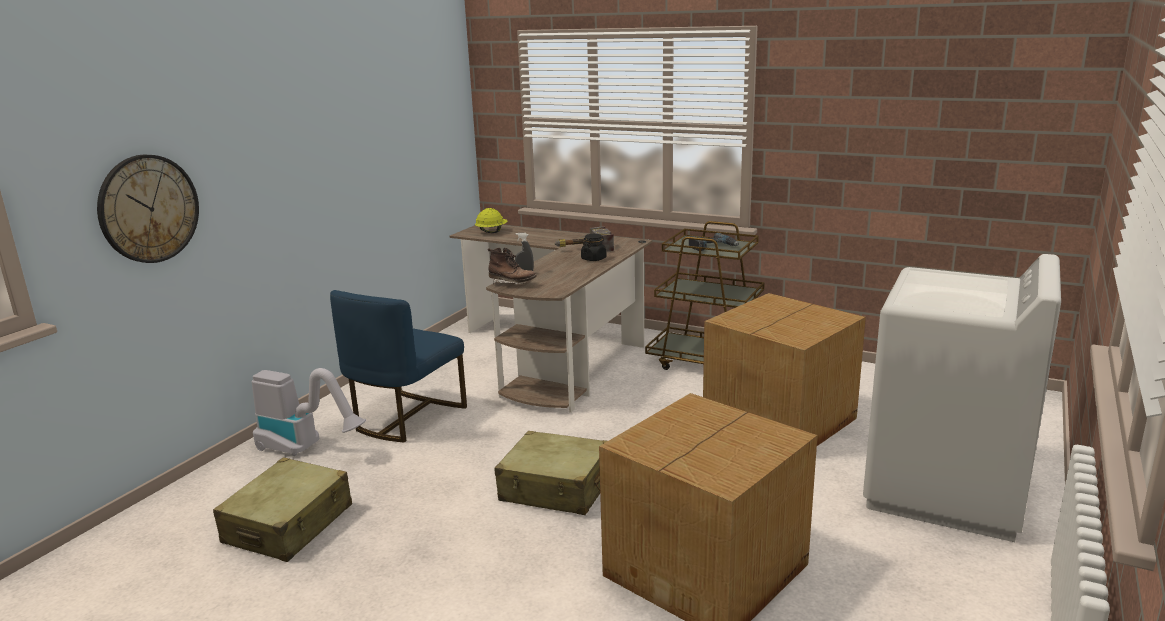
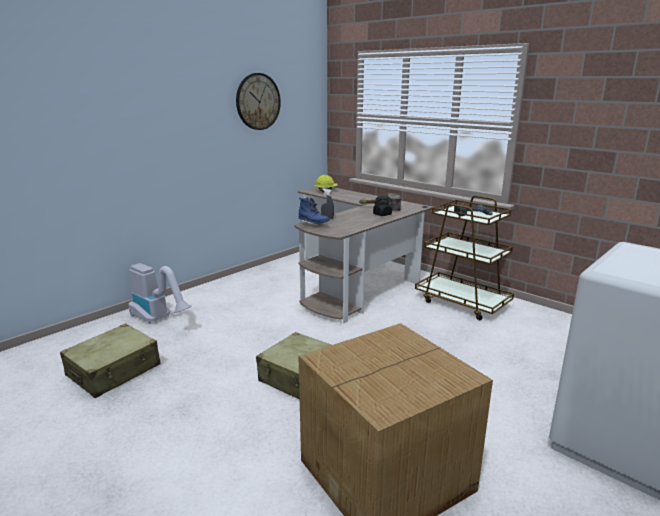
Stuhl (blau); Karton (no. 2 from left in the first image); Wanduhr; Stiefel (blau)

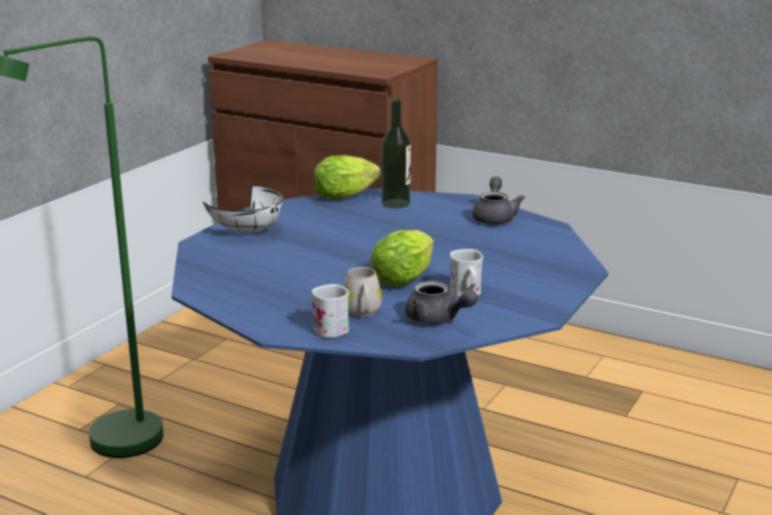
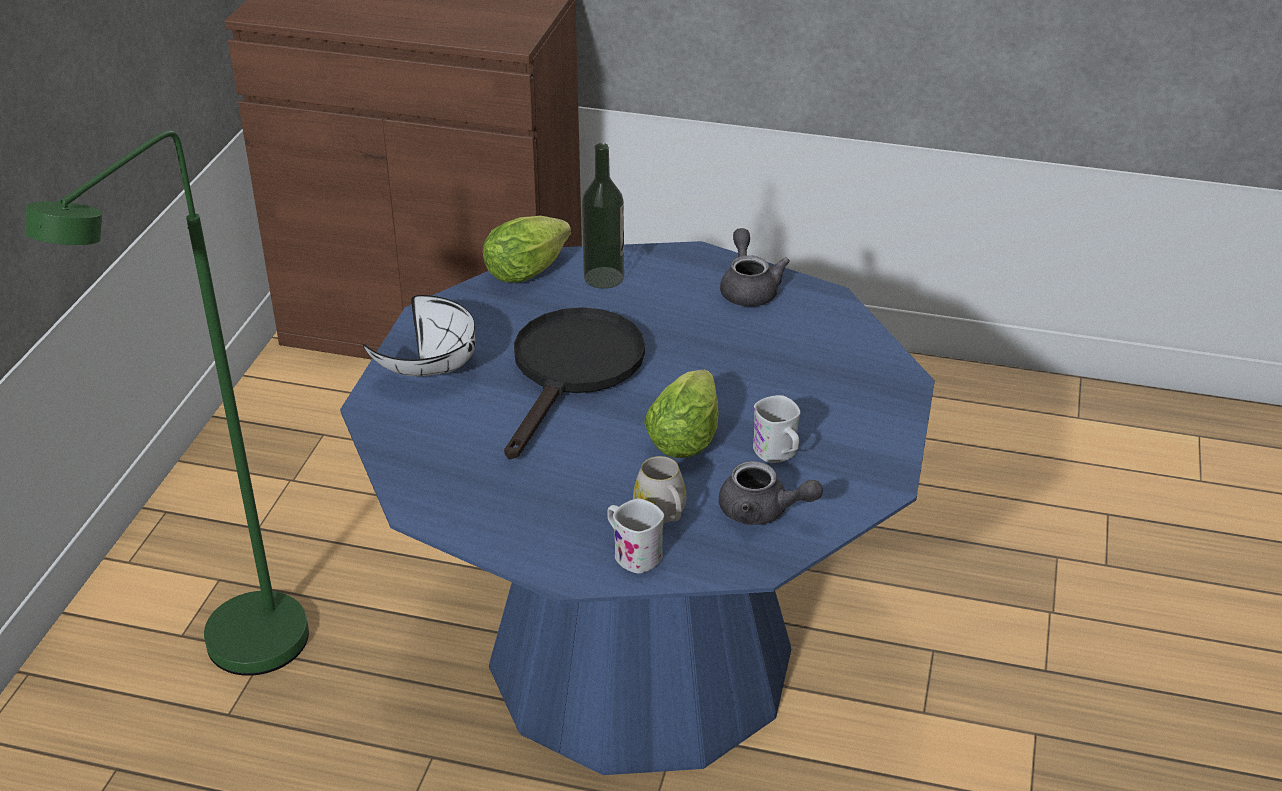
Pfanne (schwarz)

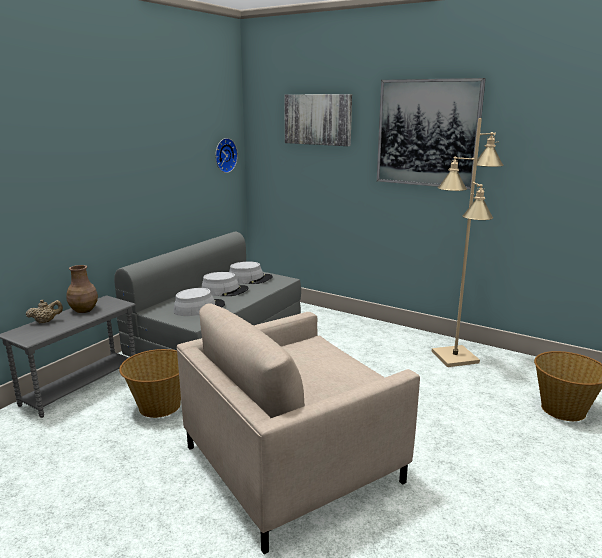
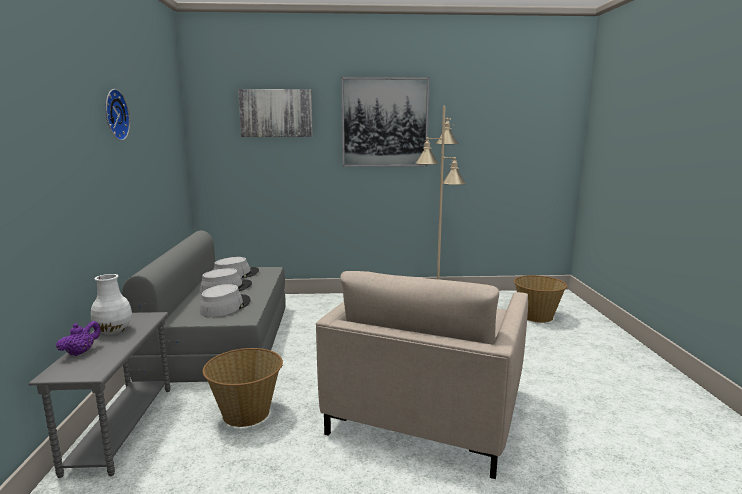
Wanduhr; Teekanne (lila); Vase (weiß)

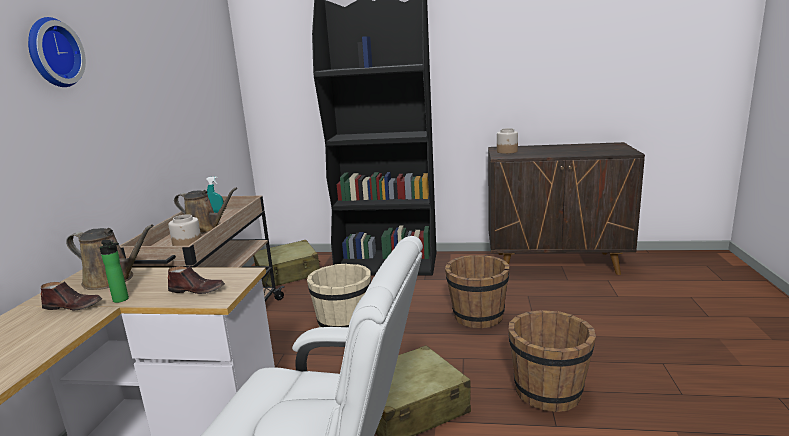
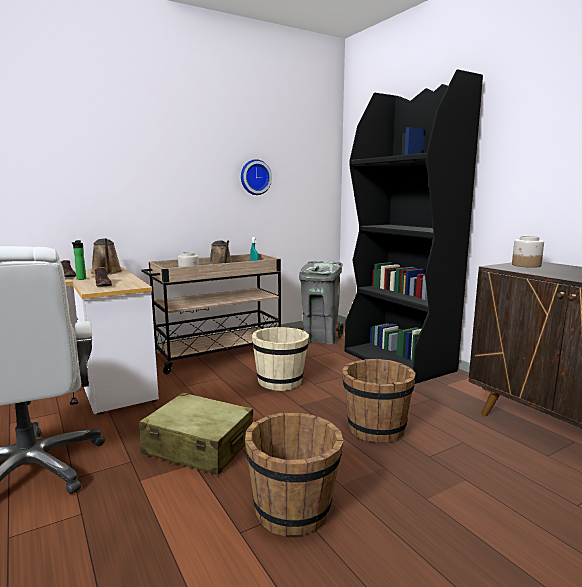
Wanduhr; Mülleimer (grau)

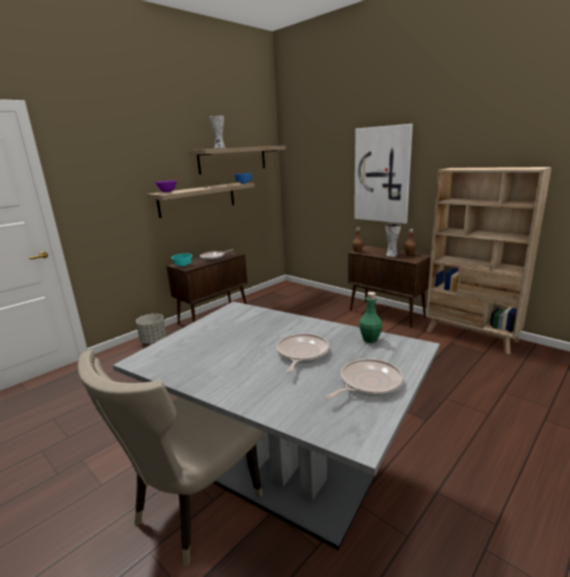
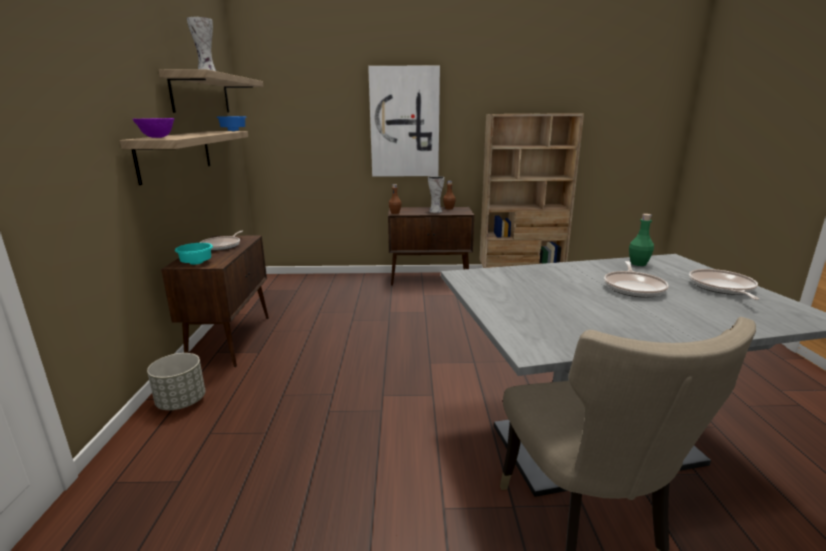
Pfanne (no. 2 from left)

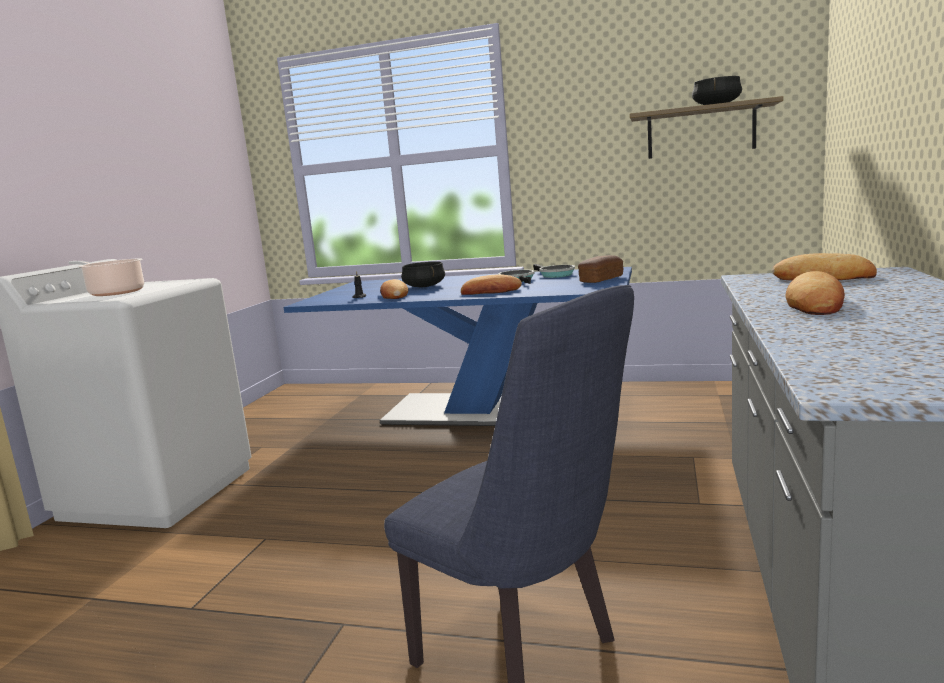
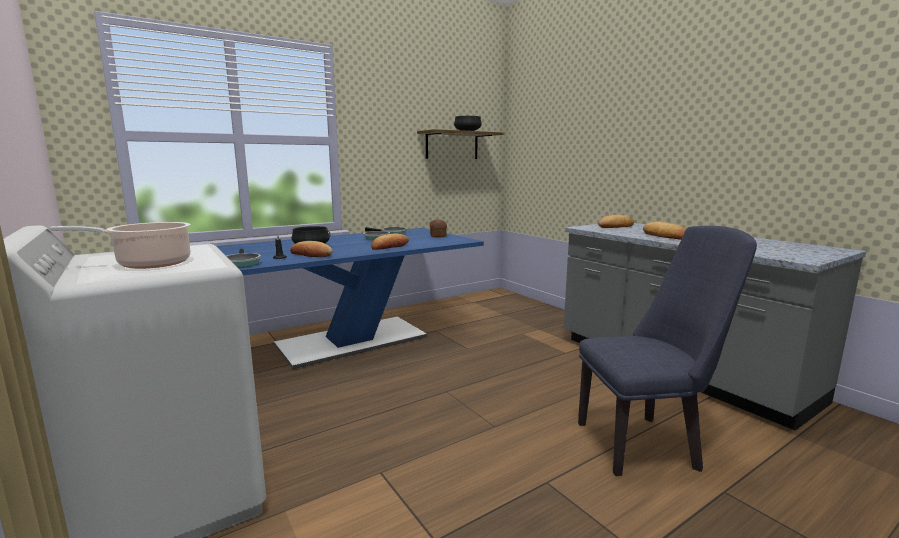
Pfanne (no. 1 from left)

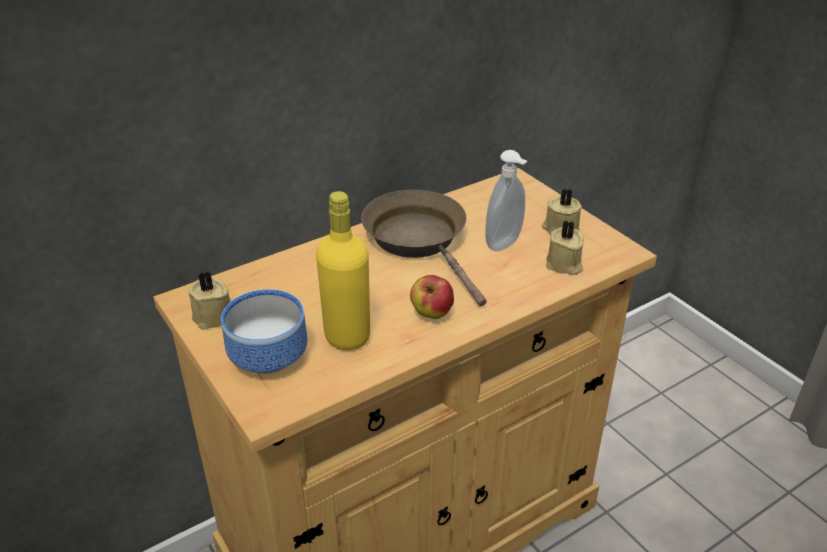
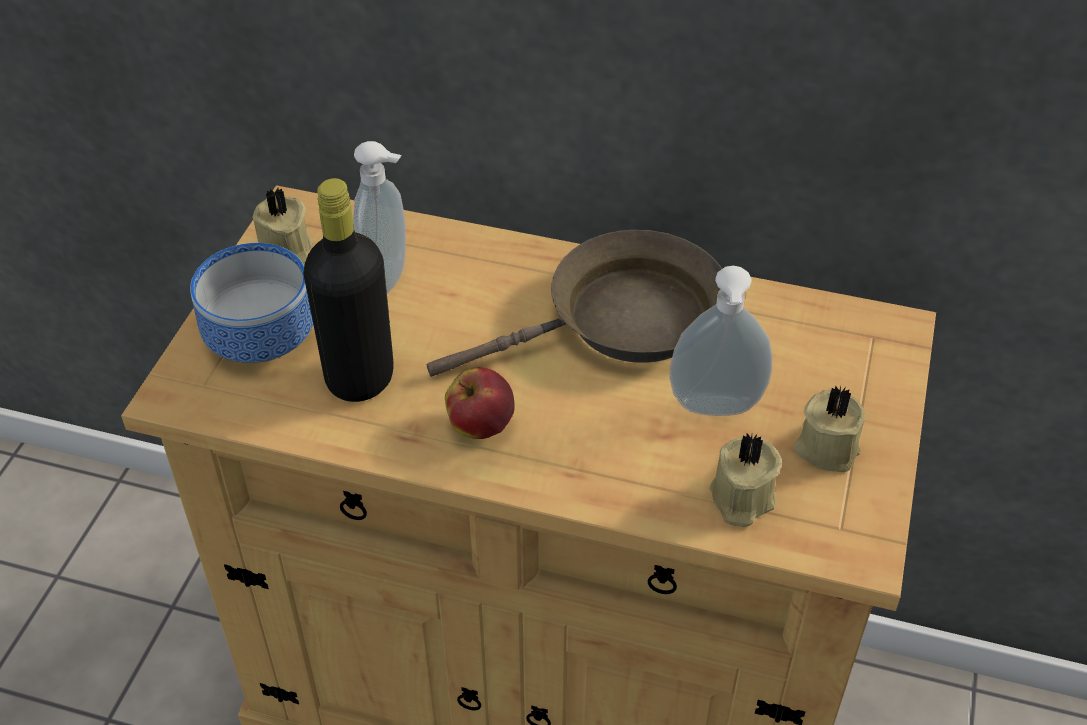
Seifenspender (no. 1 from left); Flasche (schwarz); Pfanne (braun)

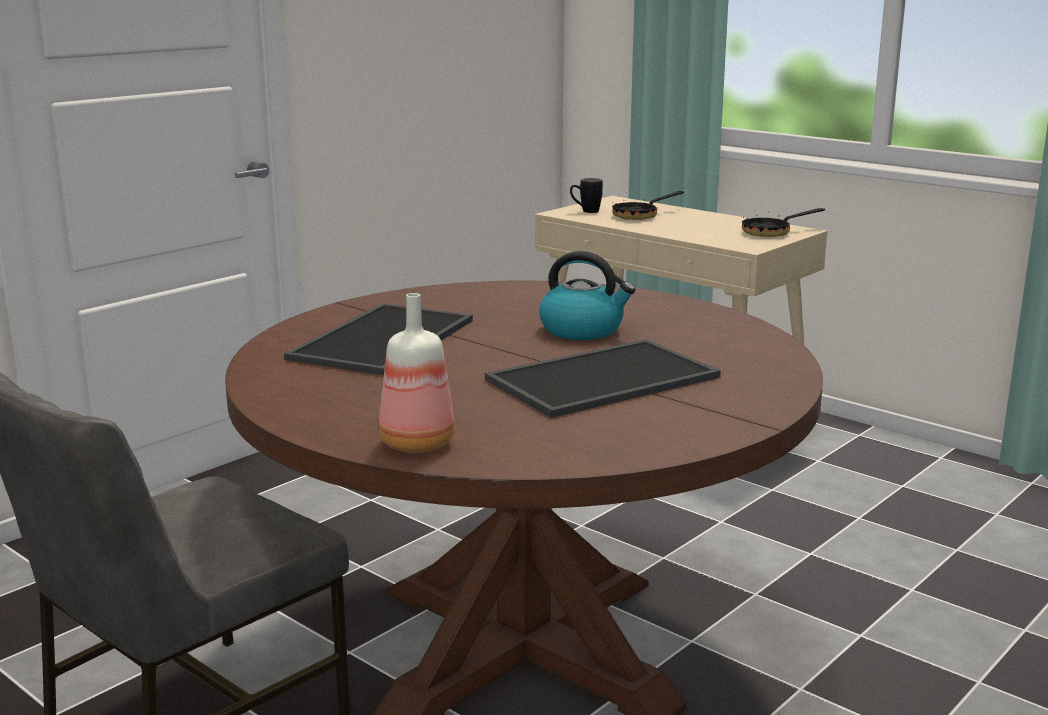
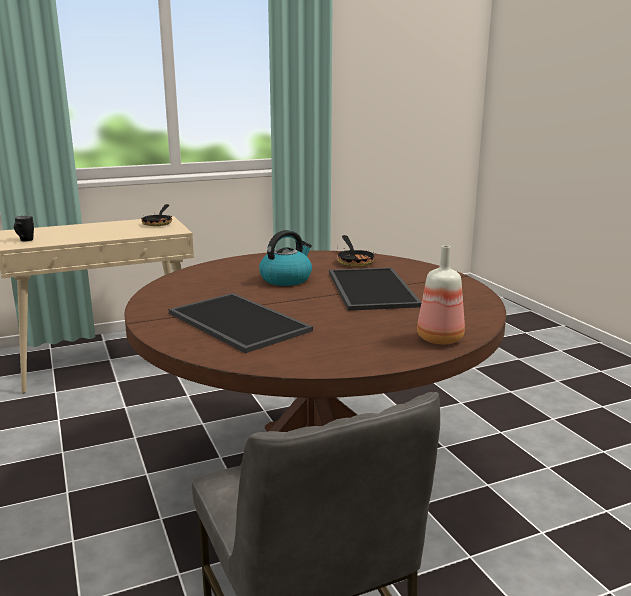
Pfanne (no. 2 from left)

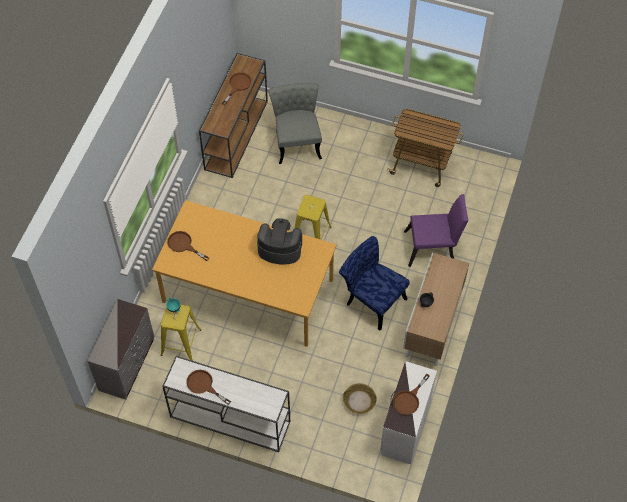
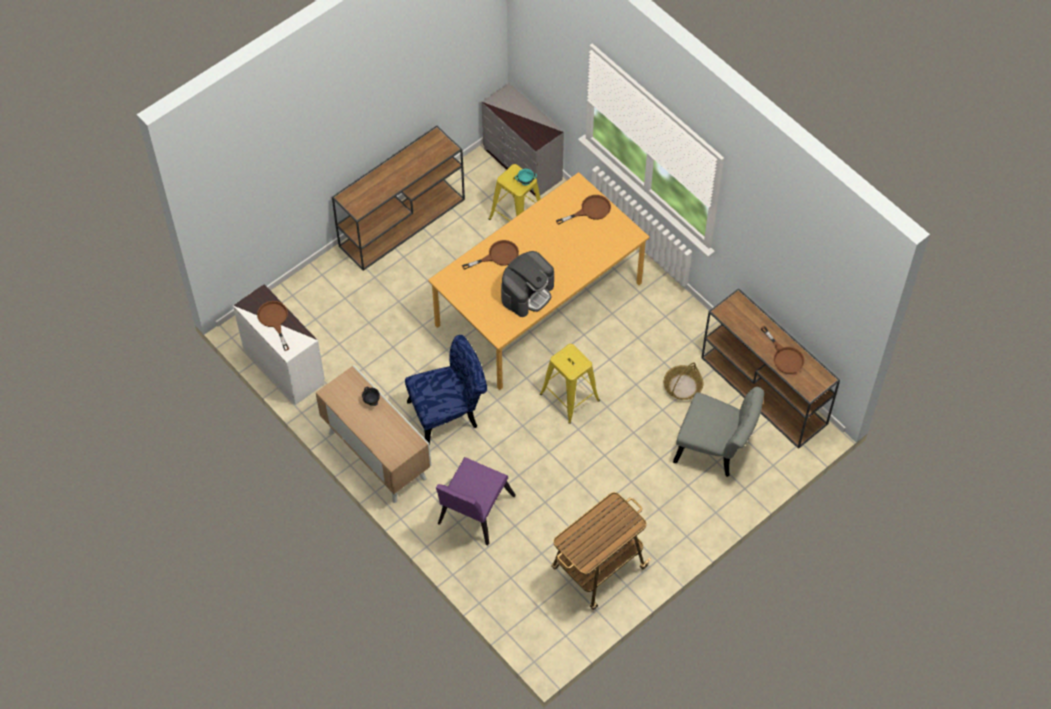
Pfanne (braun) (no. 2 from left); Korb; Konsolentisch (braun) (no. 1 from left)

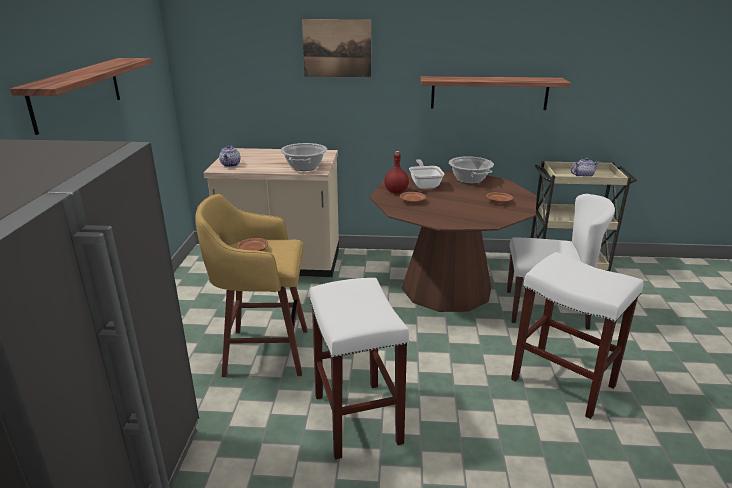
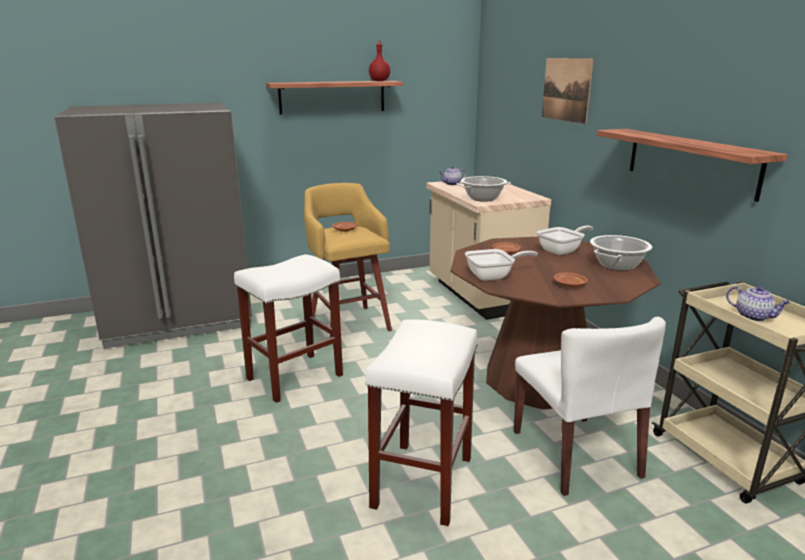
Pfanne (no. 1 from left); Flasche (rot)

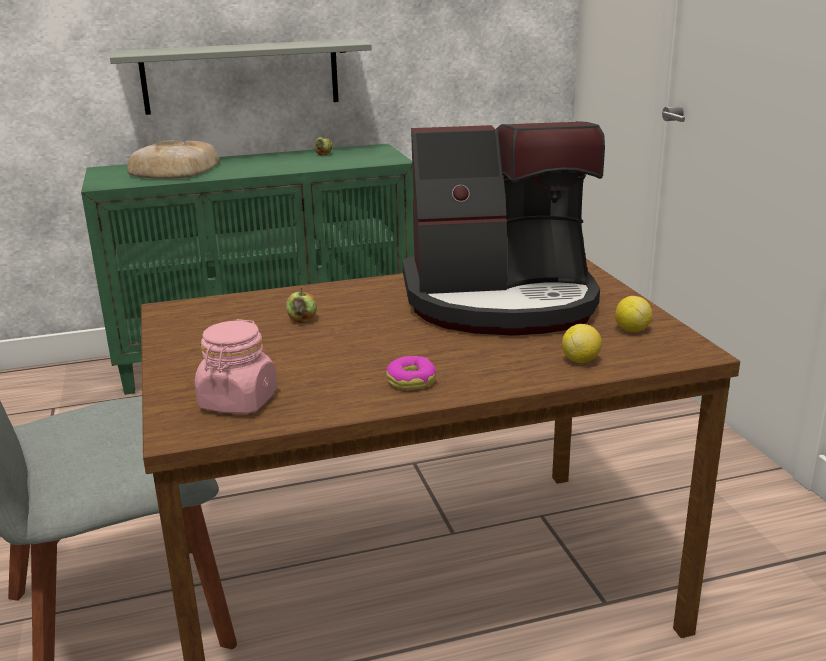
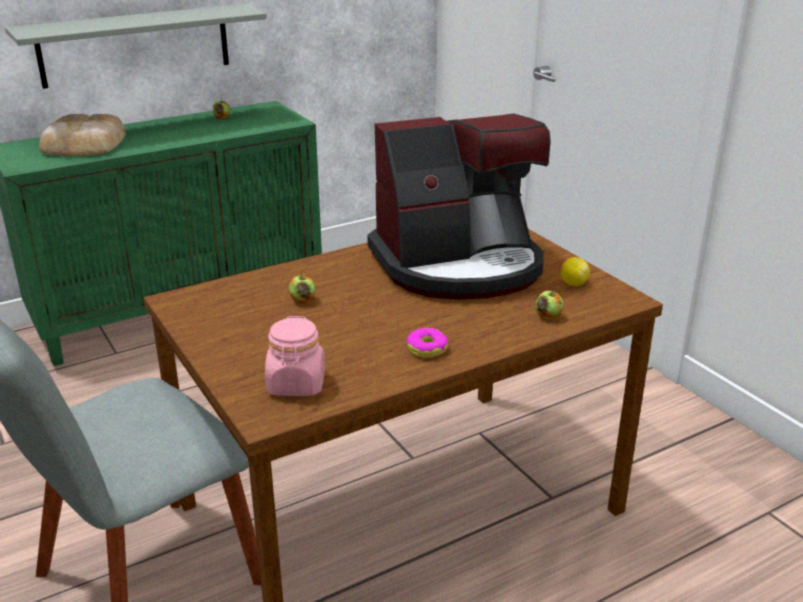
Apfel (no. 3 from left)

